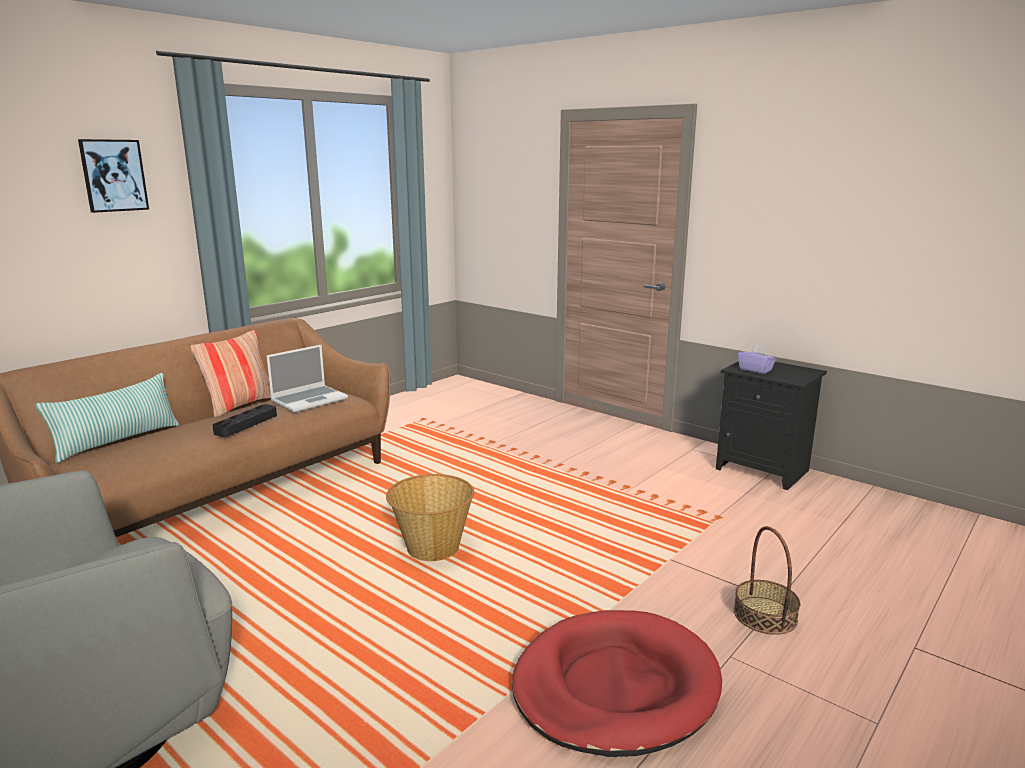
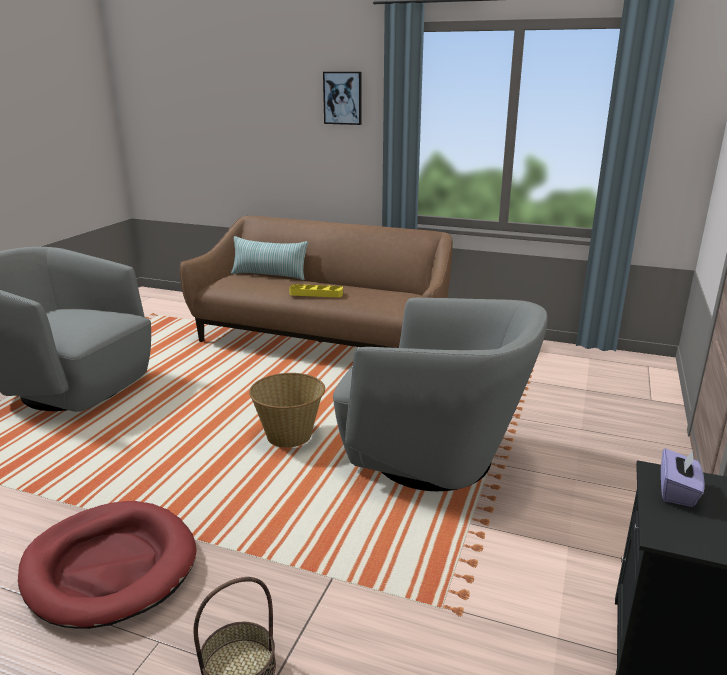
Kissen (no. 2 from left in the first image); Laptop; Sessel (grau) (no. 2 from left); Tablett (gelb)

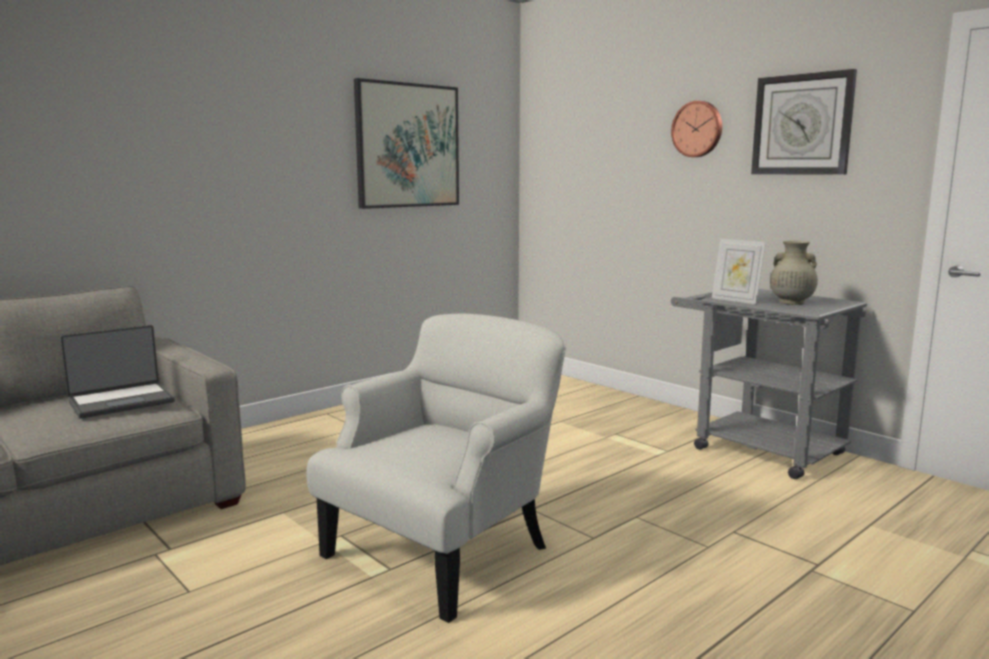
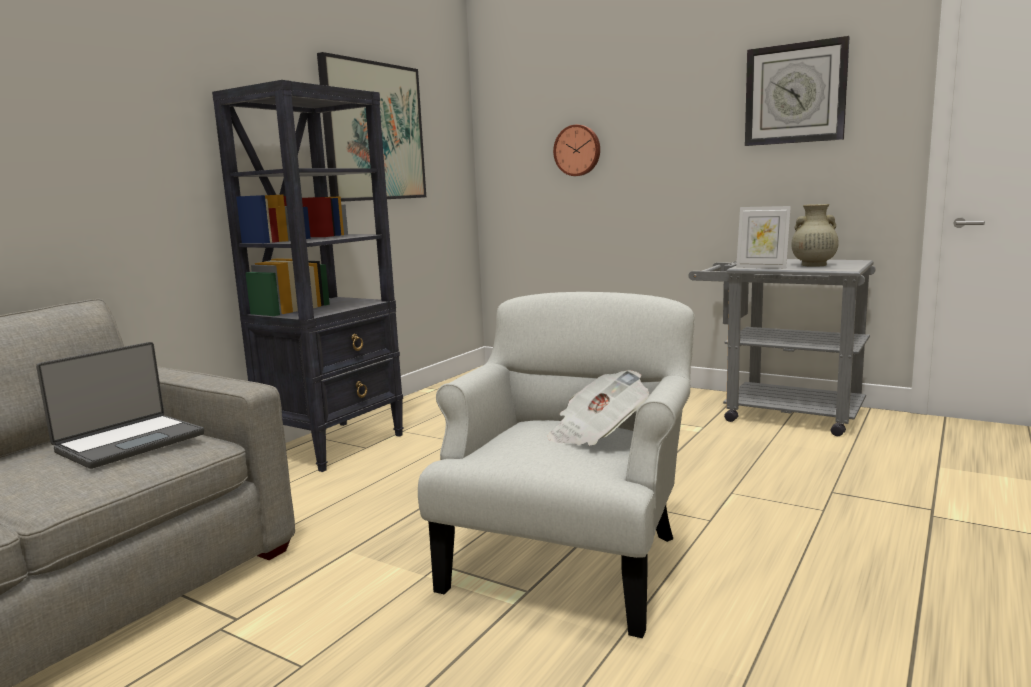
Bücherregal (schwarz); Zeitung; Wanduhr (no. 1 from left)

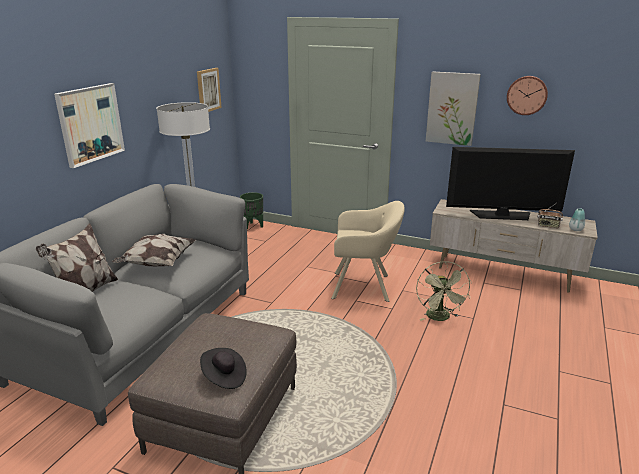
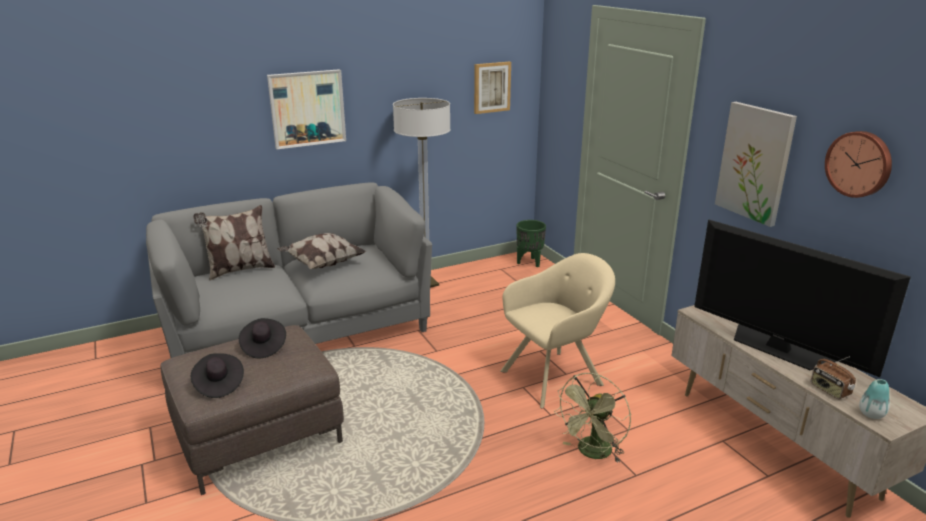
Hut (schwarz) (no. 2 from left); Sessel (beige)

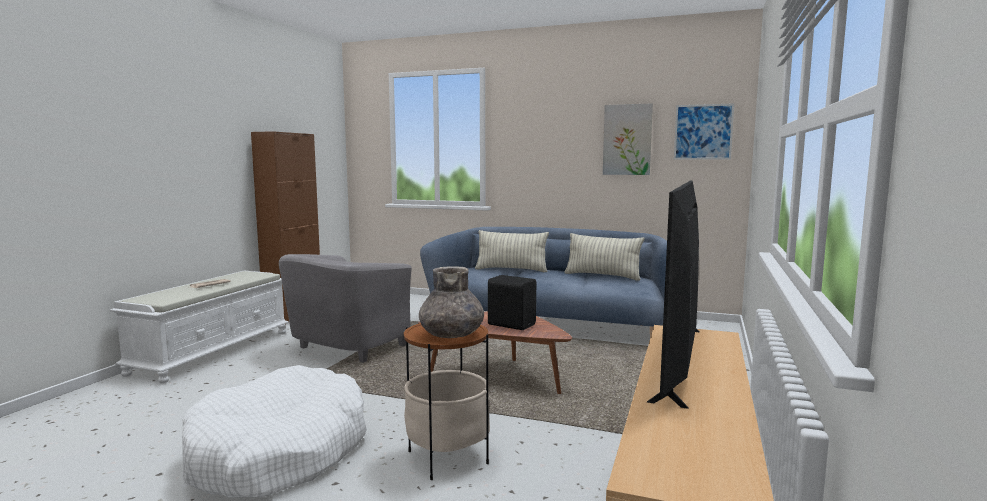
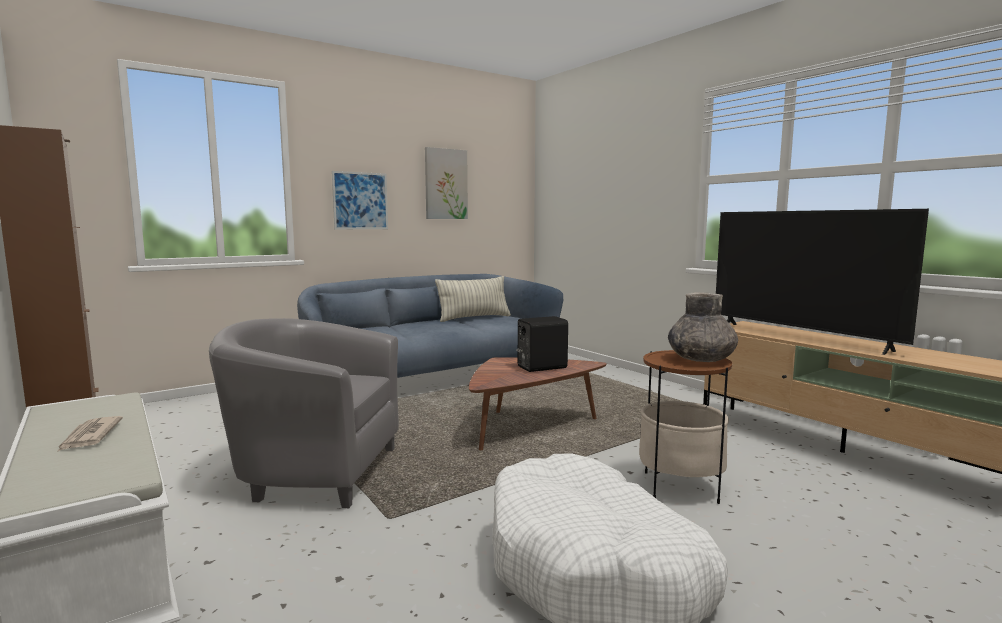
Kissen (no. 1 from left in the first image); Bild (no. 1 from left); Sessel (grau)

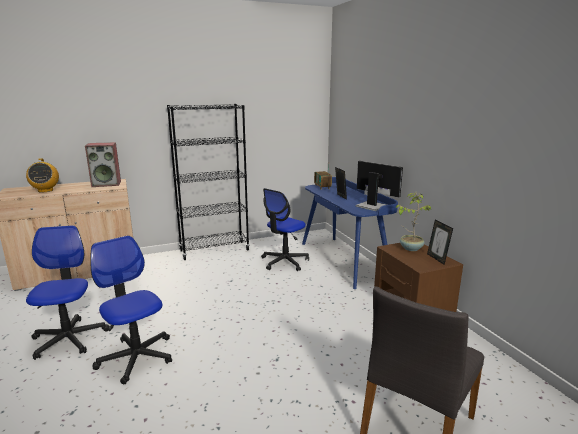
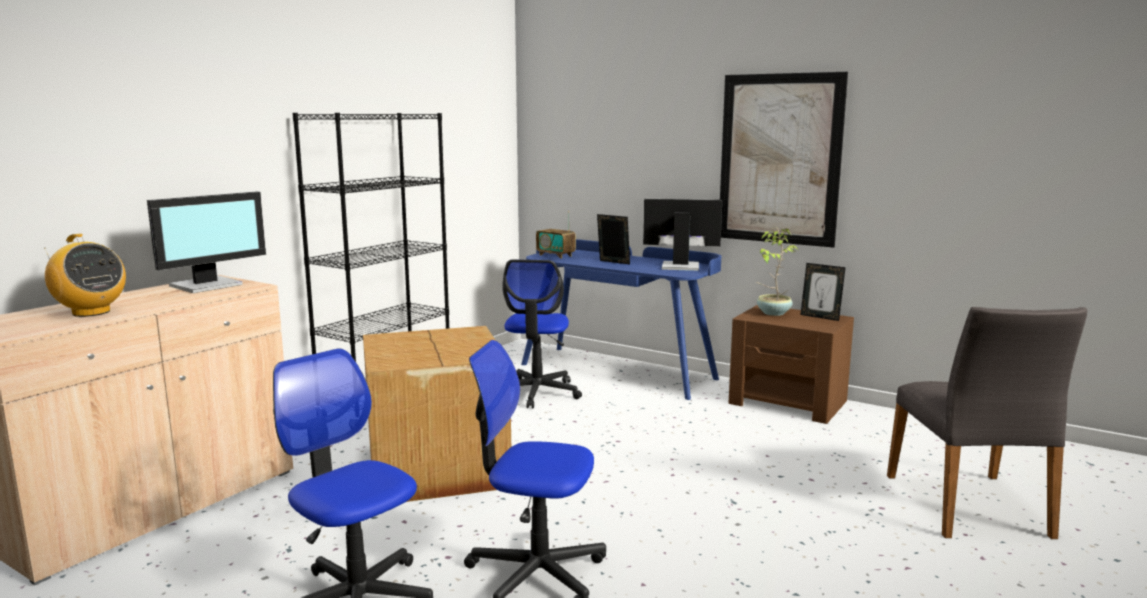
Karton; Bild; Monitor (no. 1 from left)

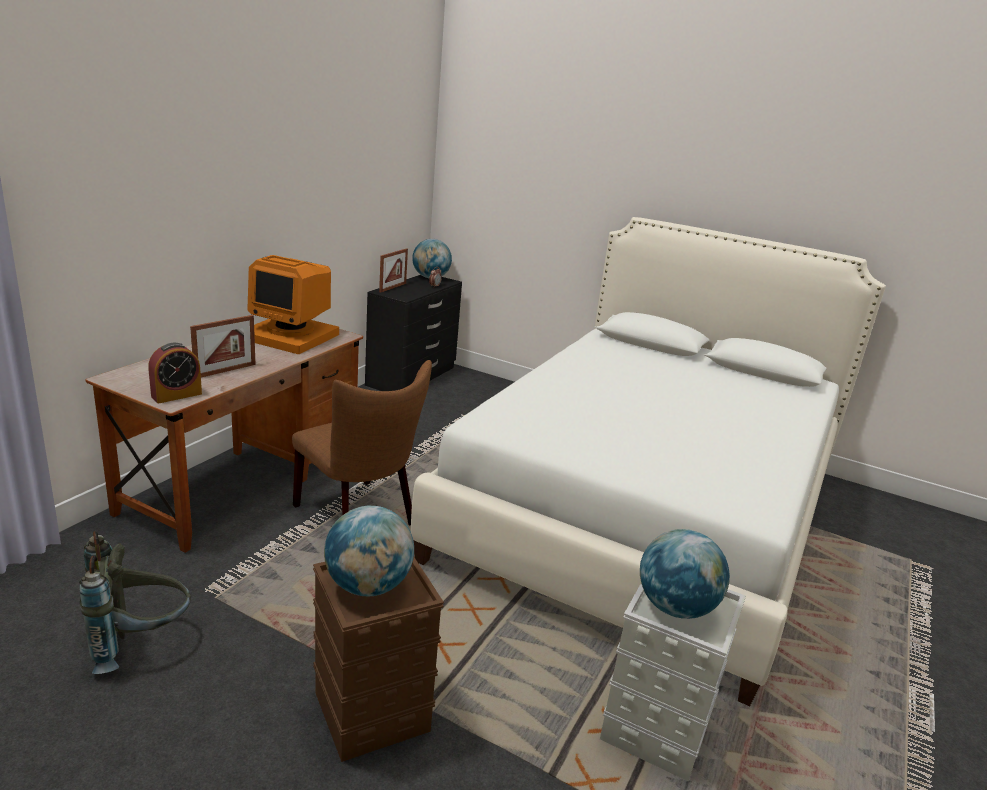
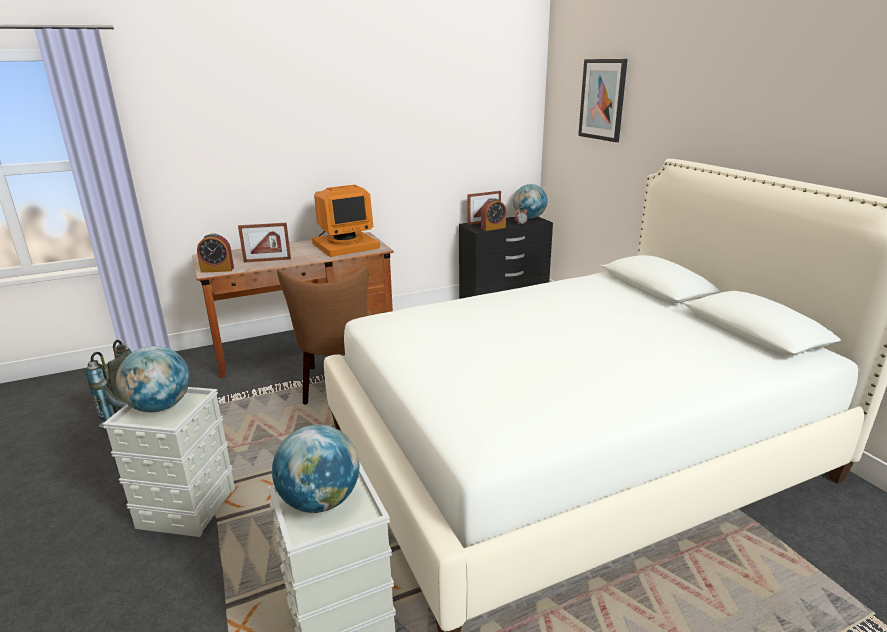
Wecker (no. 2 from left); Bild; Aufbewahrungsbox (grau) (no. 1 from left); Monitor

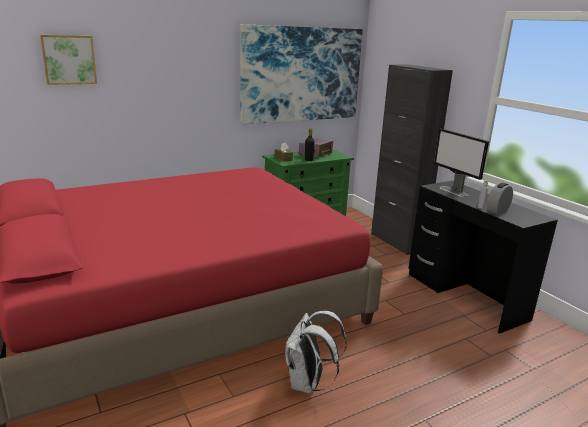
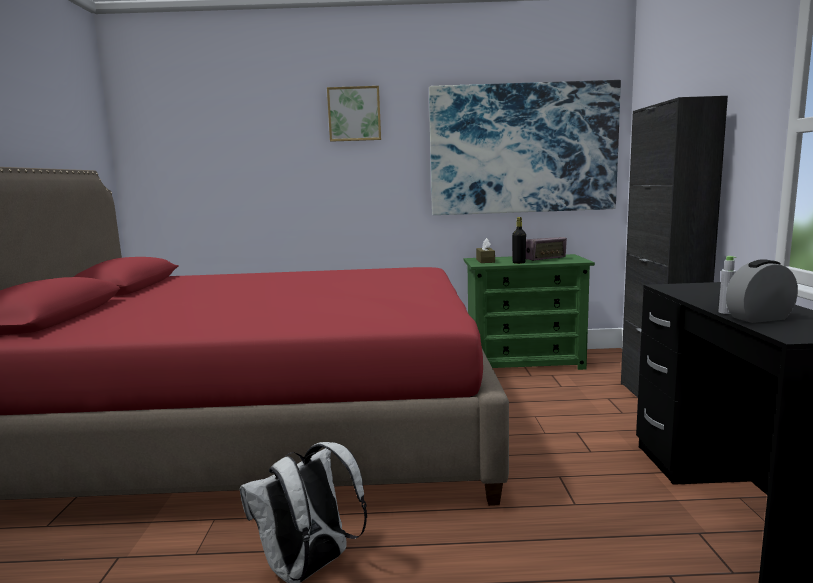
Monitor; Bild (no. 1 from left)

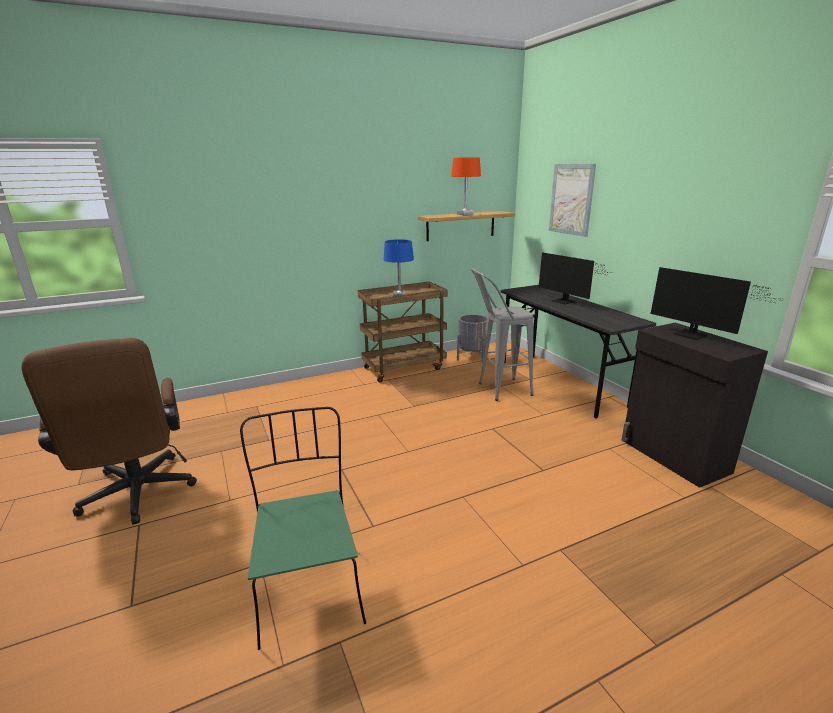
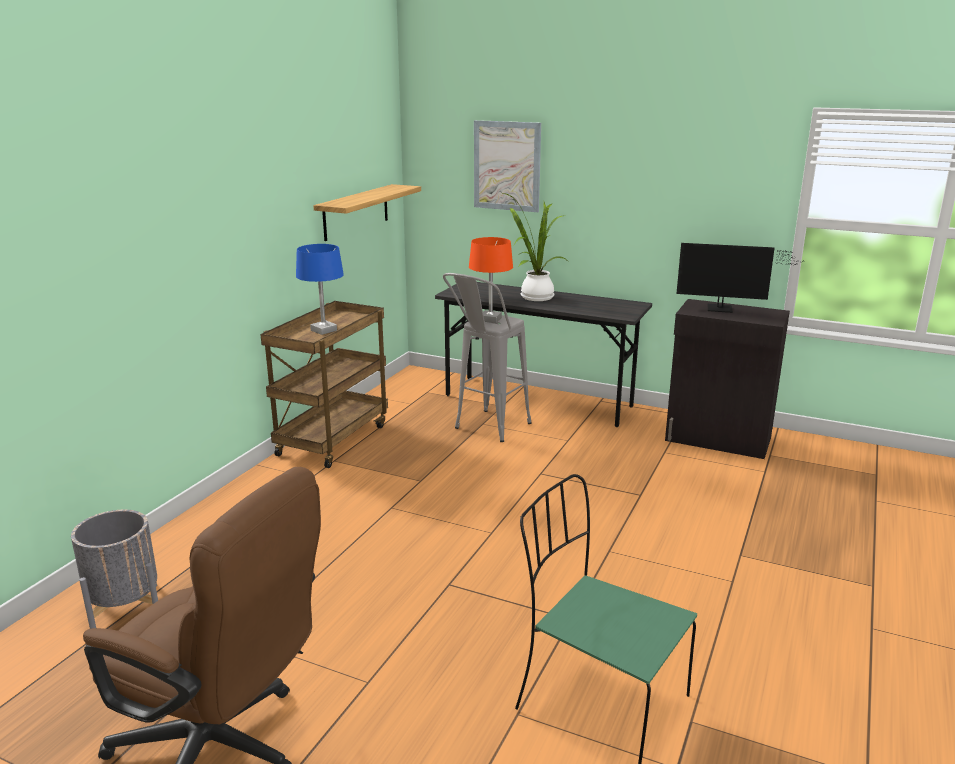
Tischlampe (orange); Pflanzkübel (grau); Topfpflanze

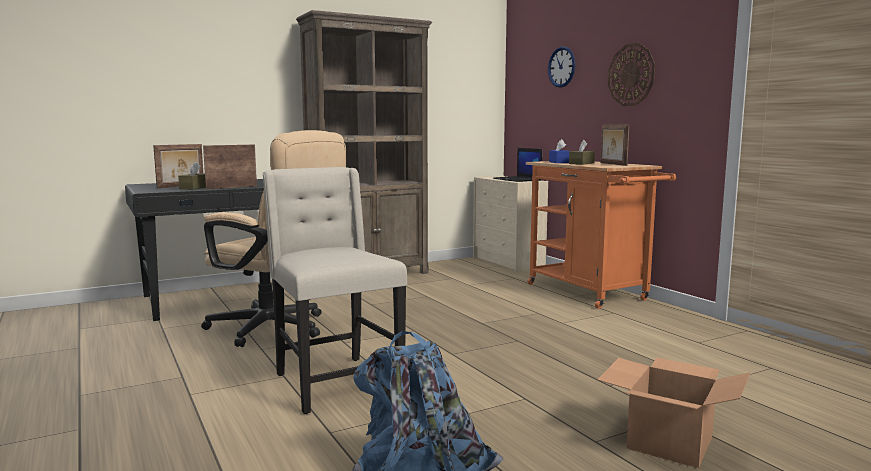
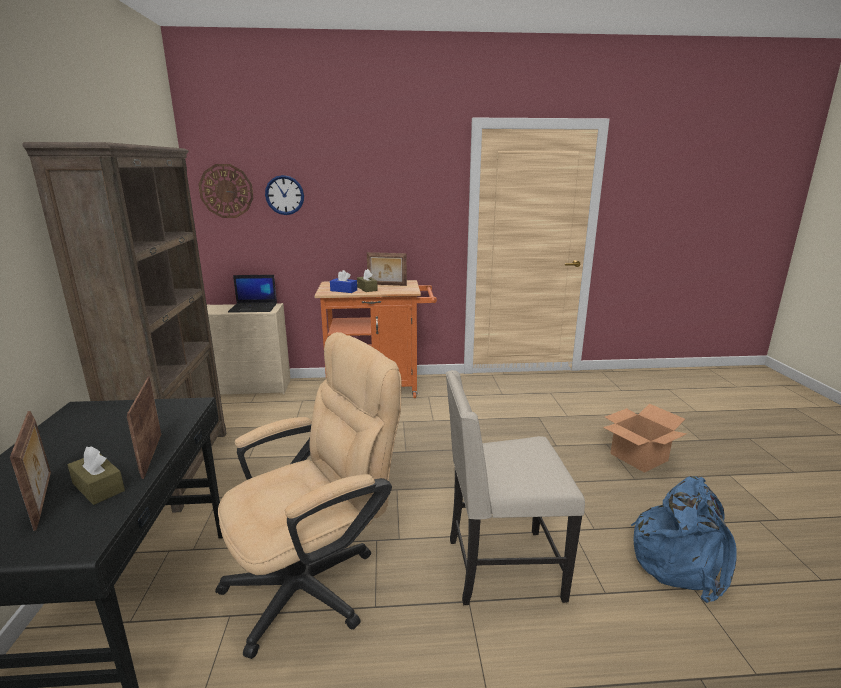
Wanduhr (no. 1 from left)

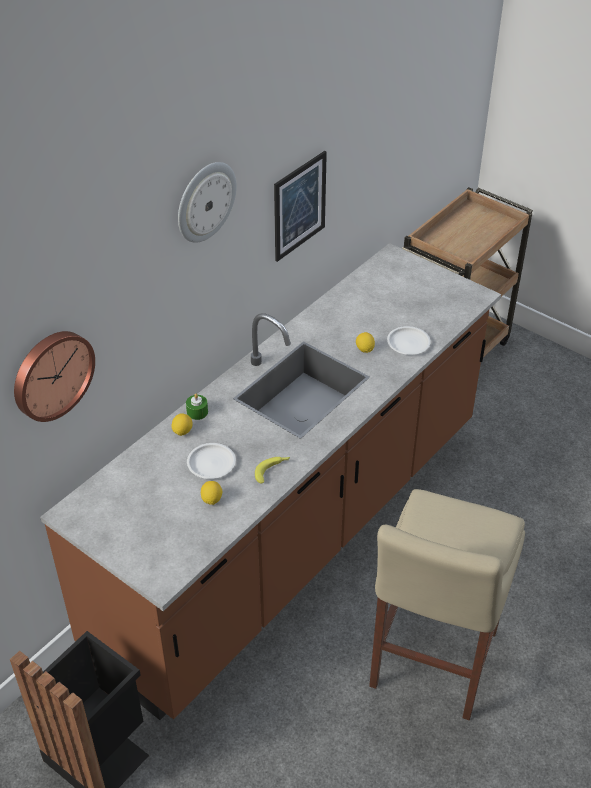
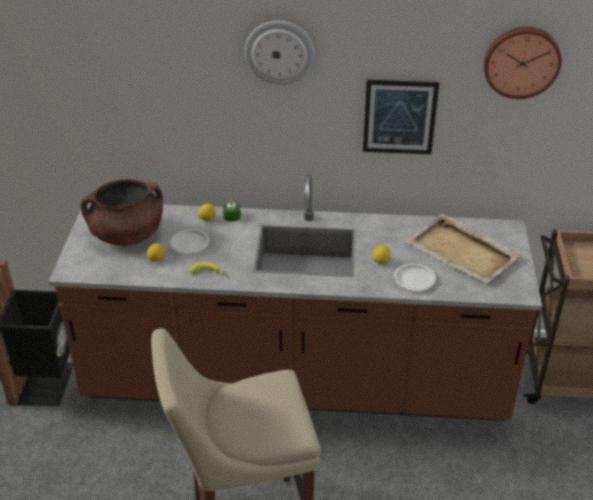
Kochtopf (braun); Tablett (beige); Wanduhr (no. 2 from left)

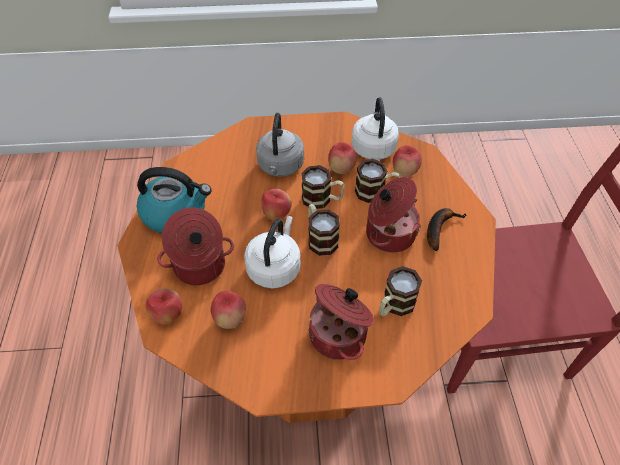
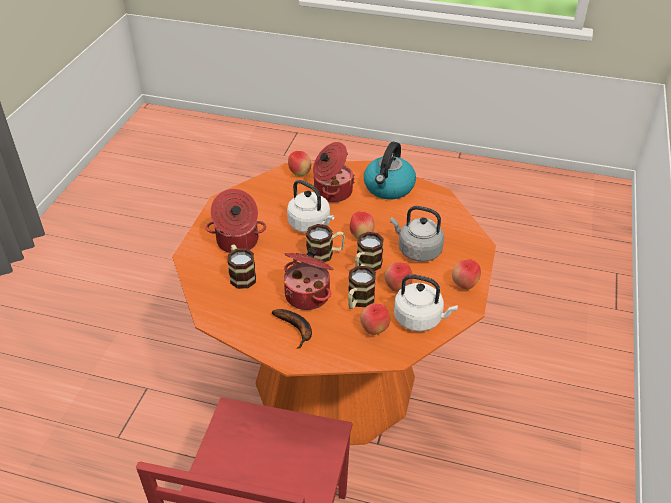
Apfel (no. 5 from left)

